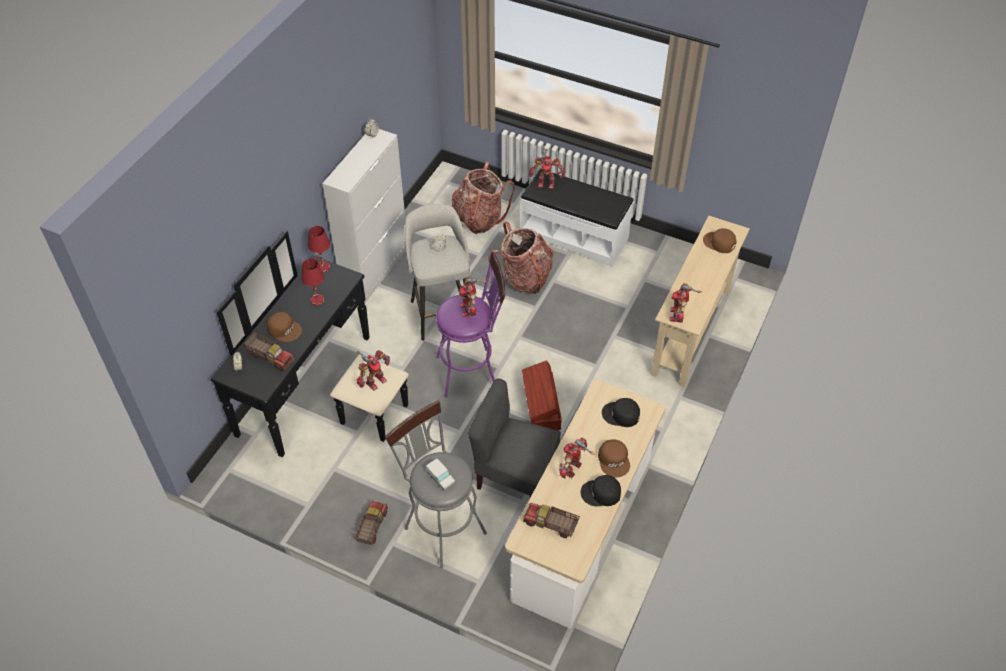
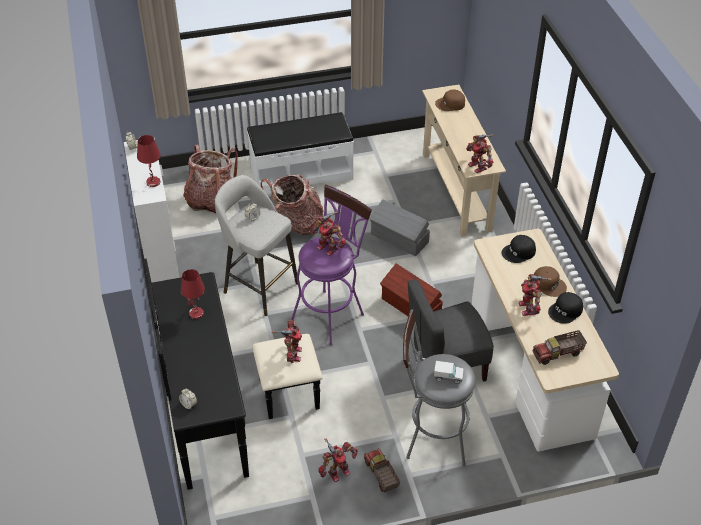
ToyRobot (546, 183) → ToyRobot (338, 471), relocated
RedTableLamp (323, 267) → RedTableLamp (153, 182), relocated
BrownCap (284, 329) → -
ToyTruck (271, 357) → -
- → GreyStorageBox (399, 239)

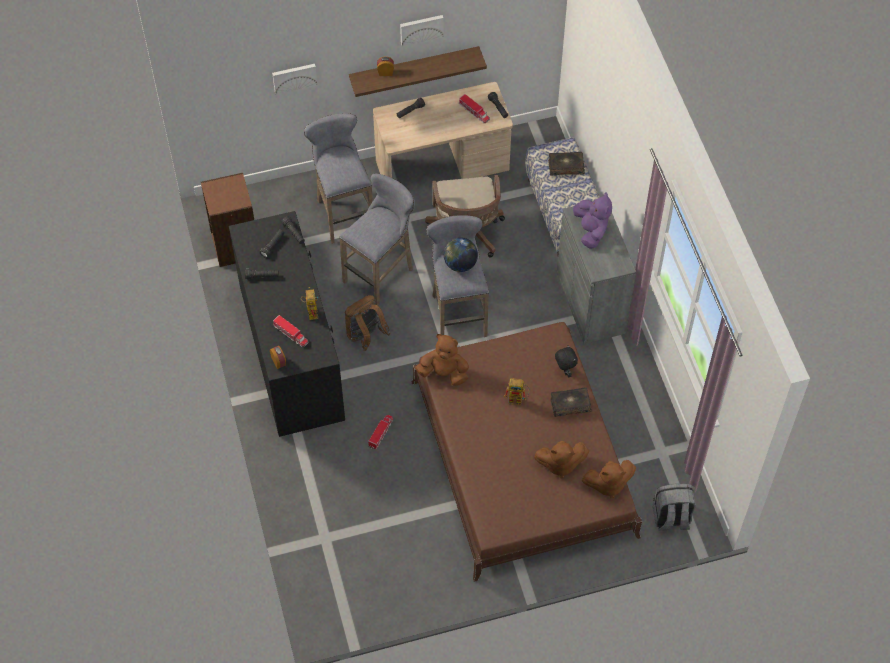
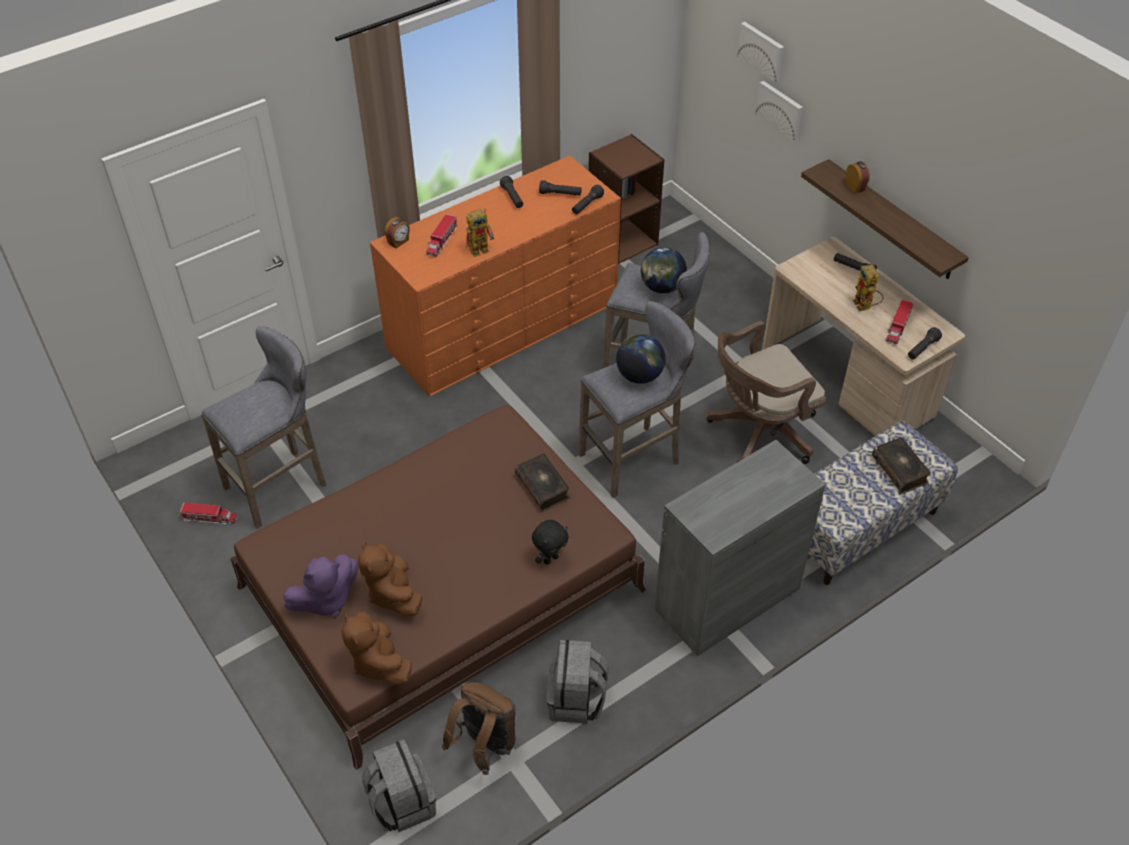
Picture (421, 29) → Picture (762, 51), relocated
GreyStool (343, 213) → GreyStool (280, 485), relocated
PurplePlushToy (591, 231) → PurplePlushToy (325, 600), relocated
BlackDresser (291, 352) → OrangeDresser (503, 325)
BrownBackpack (365, 336) → BrownBackpack (484, 746), relocated
BrownPlushToy (444, 373) → -
ToyRobot (518, 399) → ToyRobot (865, 307), relocated
Book (570, 404) → Book (543, 487), relocated
ToyTruck (381, 433) → ToyTruck (210, 518), relocated
- → Globe (662, 287)
- → GreyBackpack (576, 700)

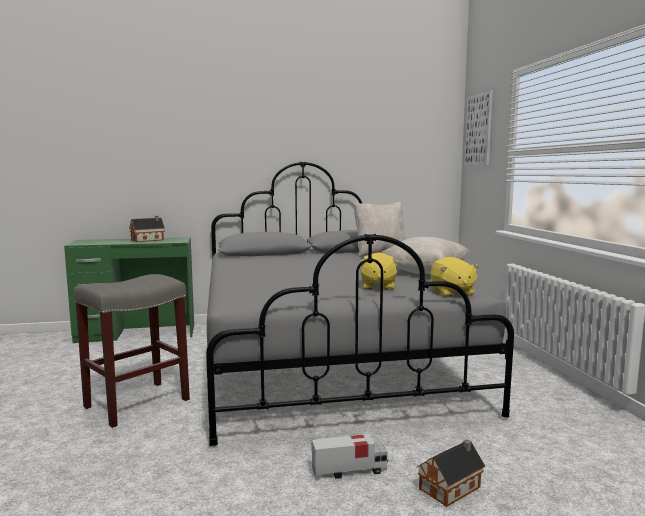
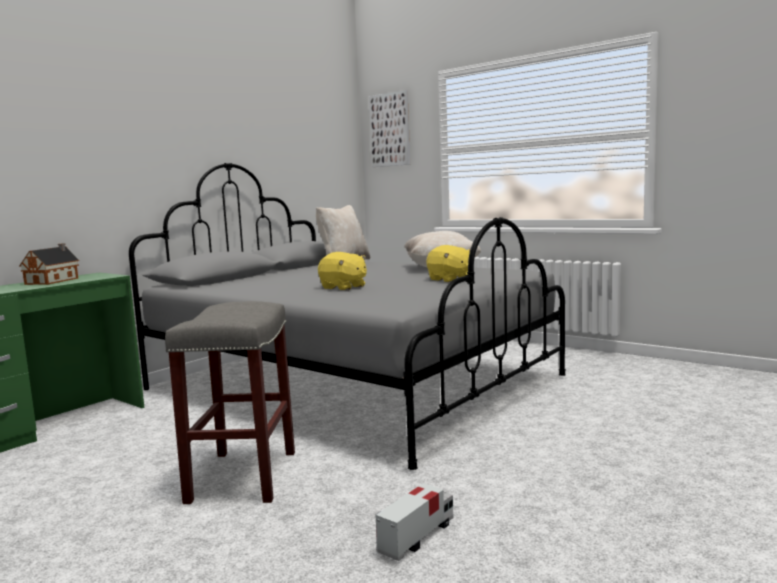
YellowPlushToy (451, 293) → YellowPlushToy (343, 287), relocated
ToyTruck (349, 471) → ToyTruck (417, 537), relocated
ToyHouse (452, 487) → -

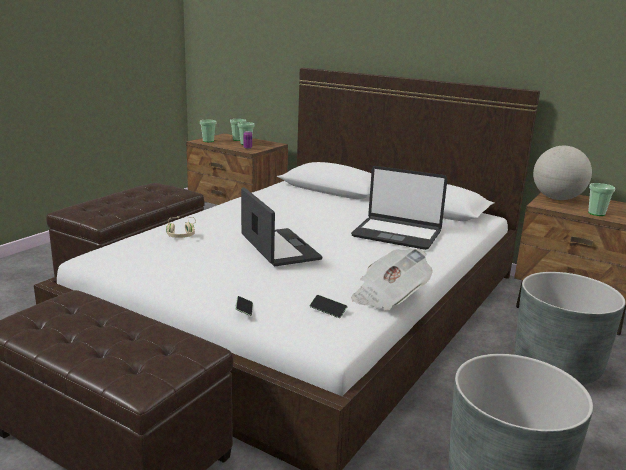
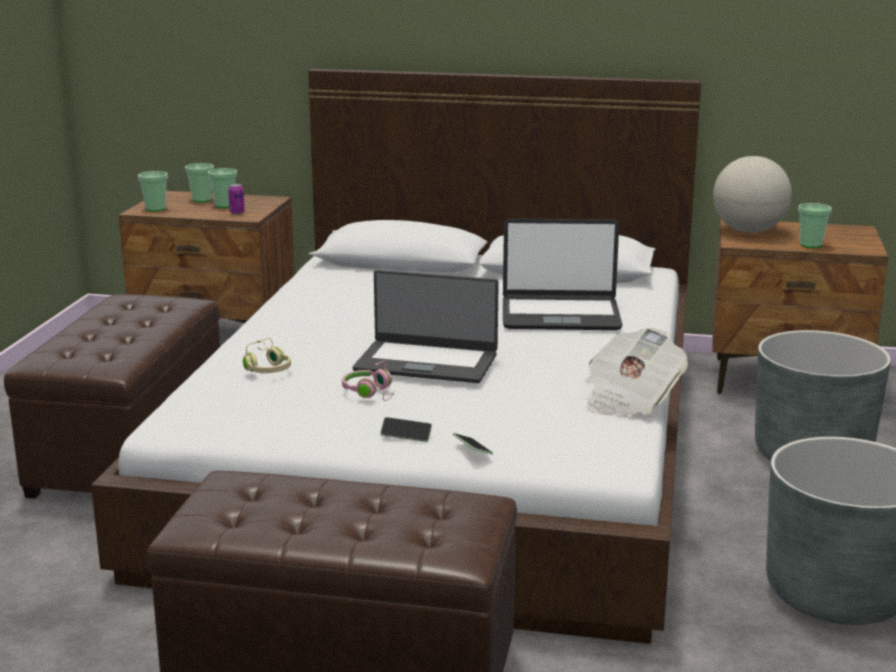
Laptop (278, 248) → Laptop (426, 362), 150 degrees clockwise
Phone (328, 311) → Phone (406, 436), relocated
- → PinkHeadphones (371, 393)

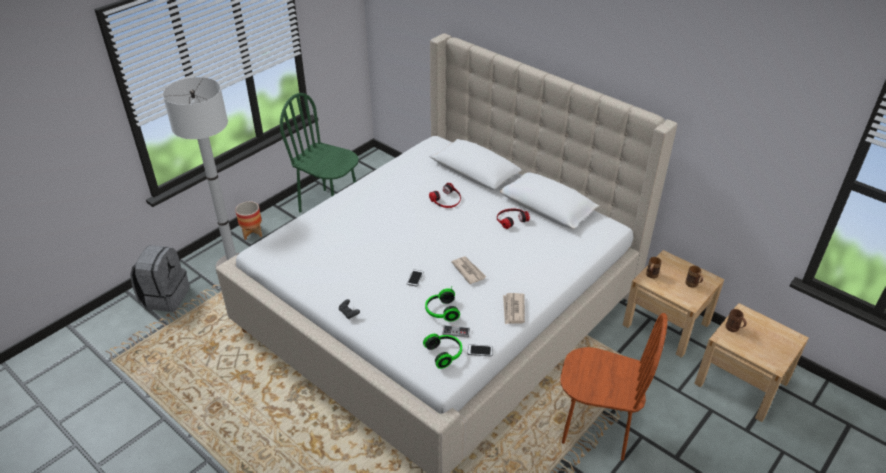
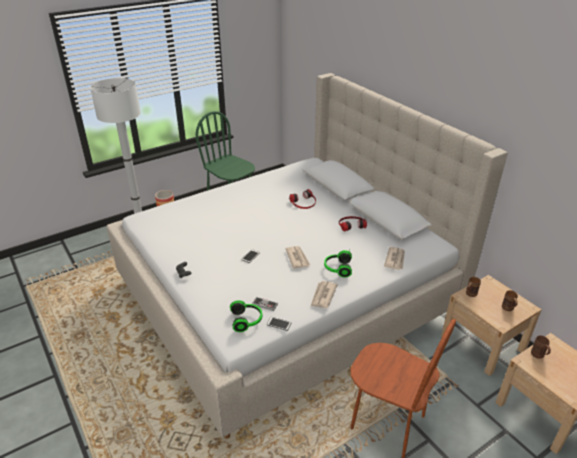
GreyBackpack (165, 297) → -
Headphones (441, 311) → Headphones (337, 268), relocated
- → Newspaper (395, 259)

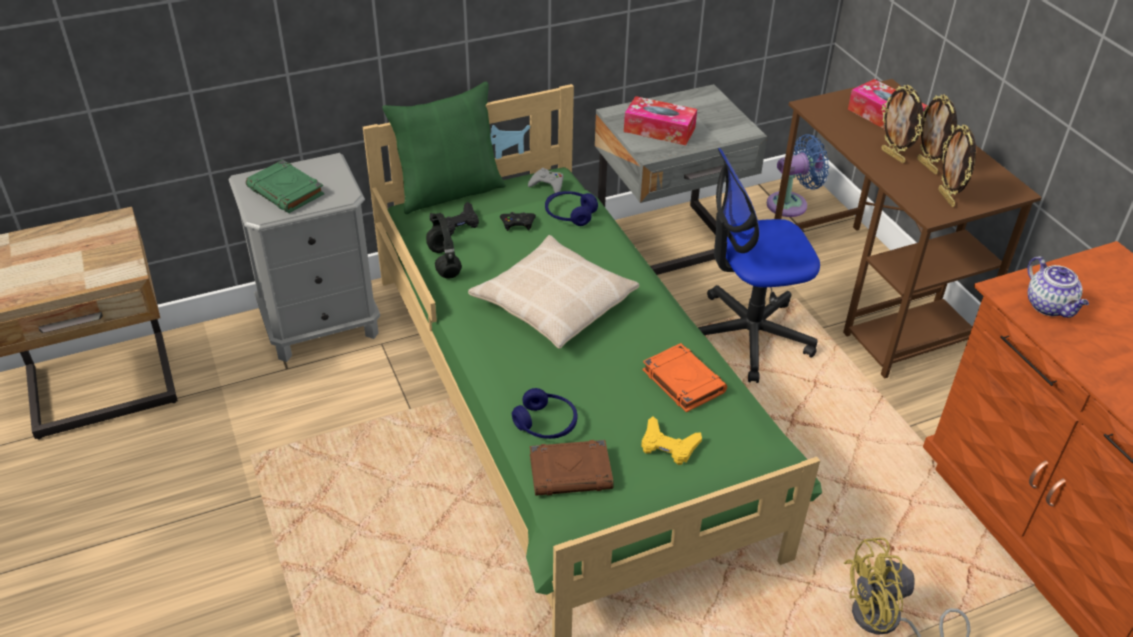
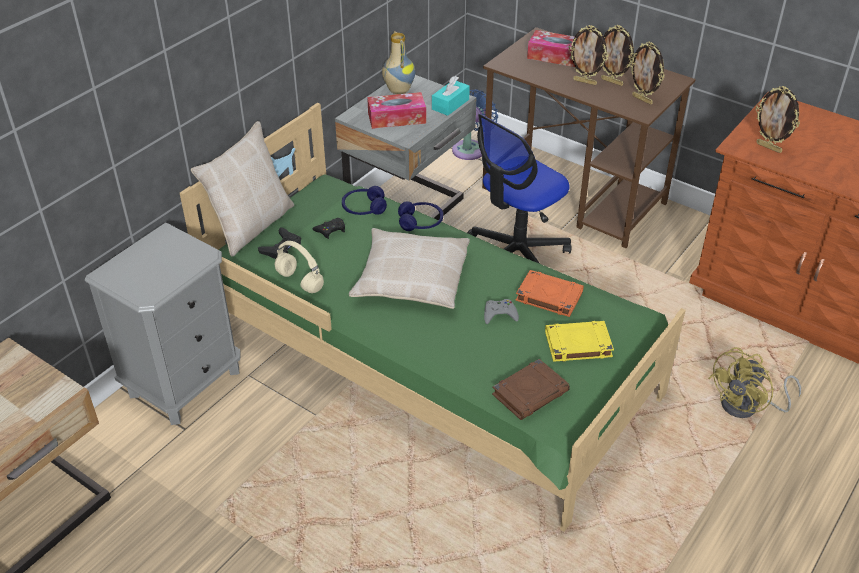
GreenPillow (449, 191) → BeigePillow (251, 225)
GreenBook (286, 191) → -
GreyGameController (547, 184) → GreyGameController (499, 314), relocated
BlackHeadphones (443, 262) → BeigeHeadphones (298, 281)
Teapot (1050, 306) → PictureFrame (769, 147)
BlueHeadphones (546, 423) → BlueHeadphones (420, 222), relocated
YellowGameController (668, 445) → YellowBook (577, 344)
- → Vase (398, 90)
- → TurquoiseTissueBox (450, 104)

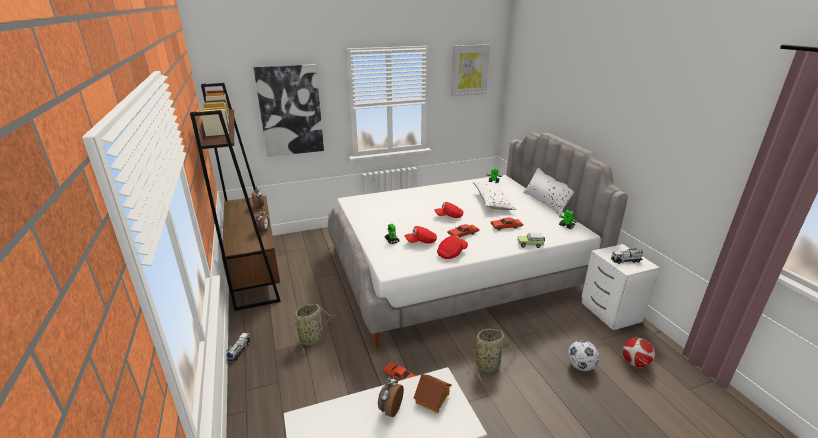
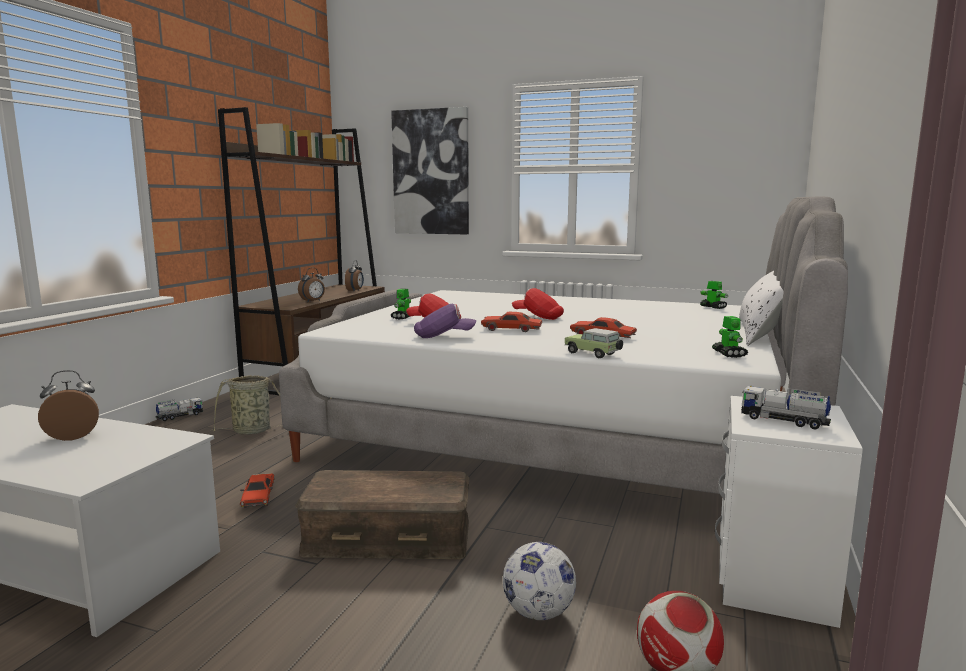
Picture (469, 70) → -
WhitePillow (492, 201) → -
RedCap (452, 253) → PurpleCap (444, 337)
Basket (489, 365) → BrownStorageBox (388, 536)
ToyHouse (433, 398) → -

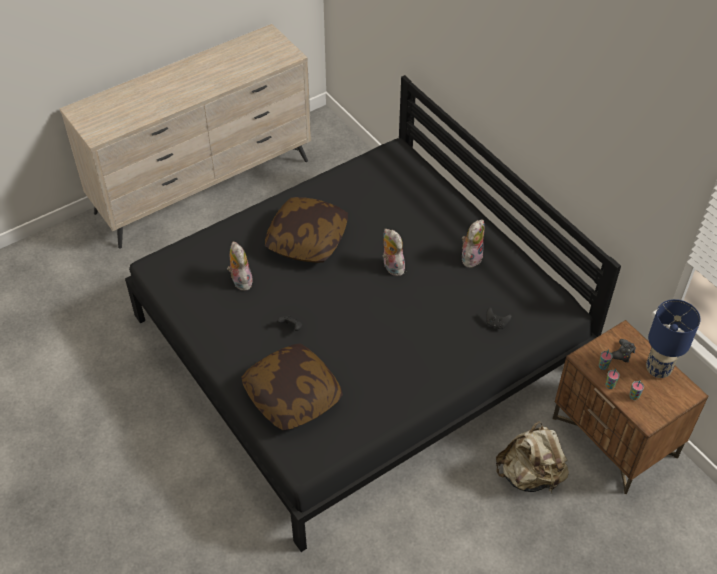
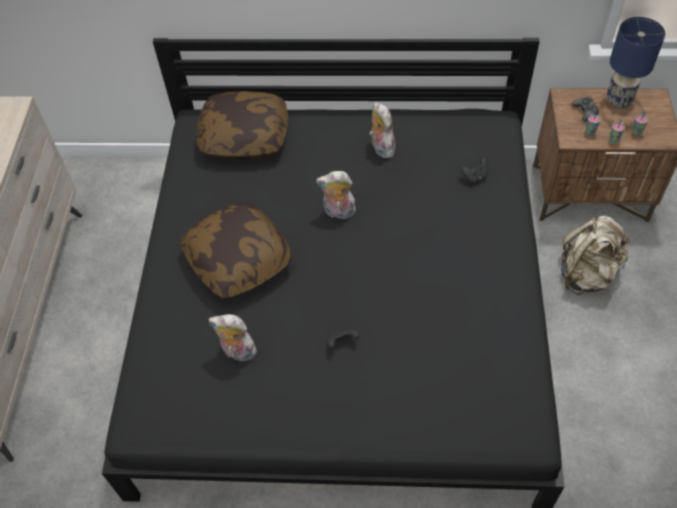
Pillow (292, 396) → Pillow (244, 136), relocated

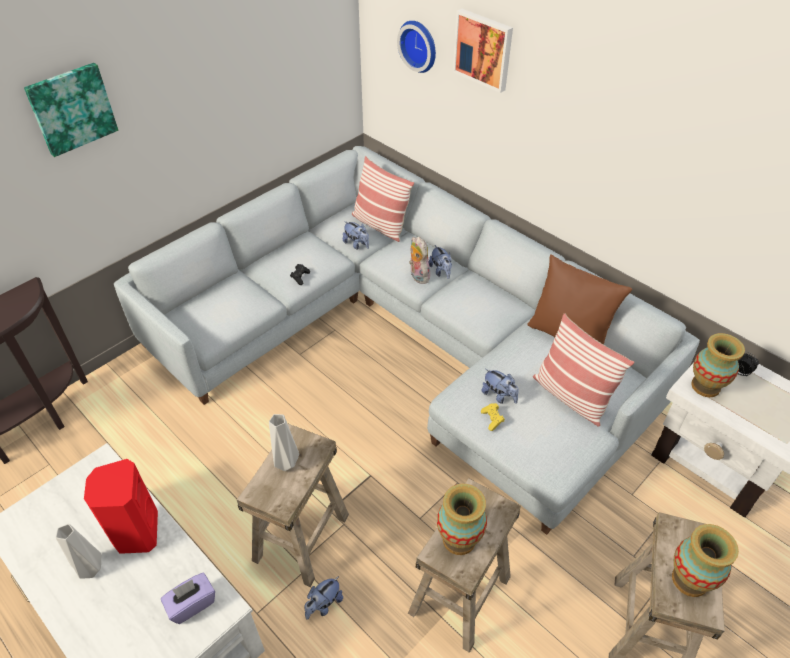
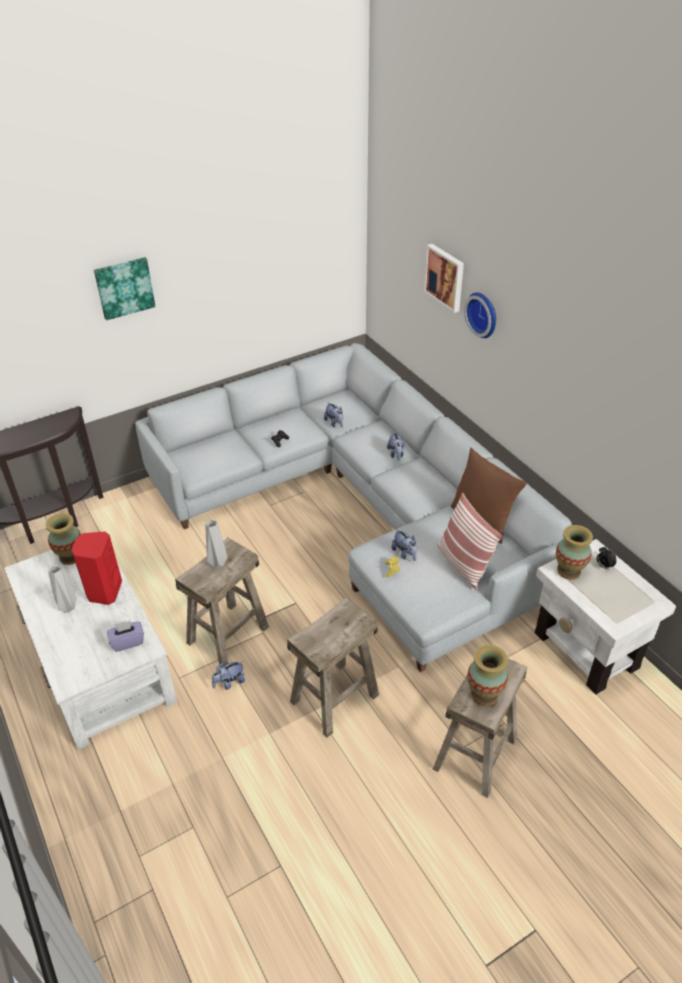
WallClock (419, 45) → WallClock (483, 314), relocated
Pillow (380, 225) → -
PlushToy (418, 276) → -
Vase (459, 539) → Vase (70, 556), relocated

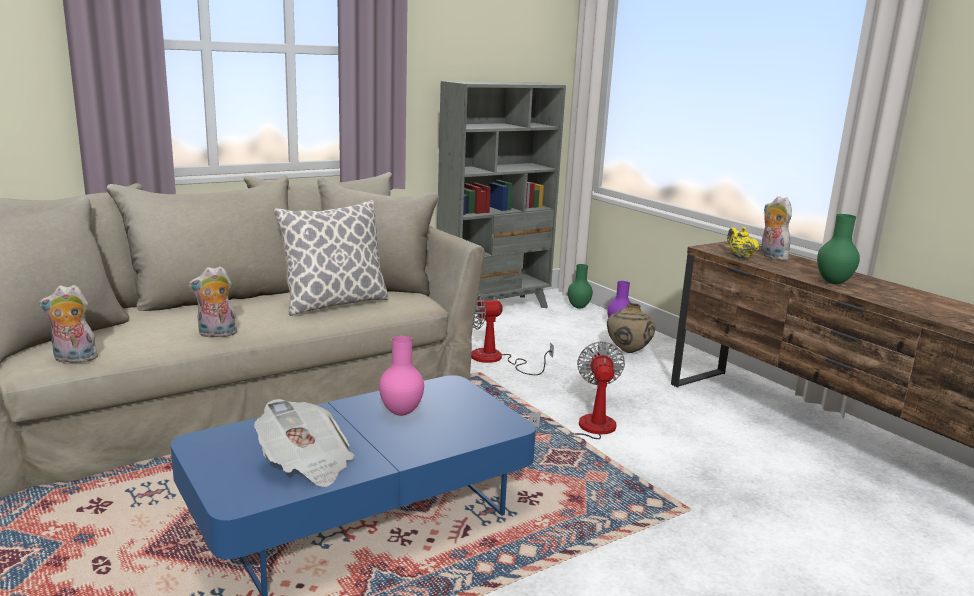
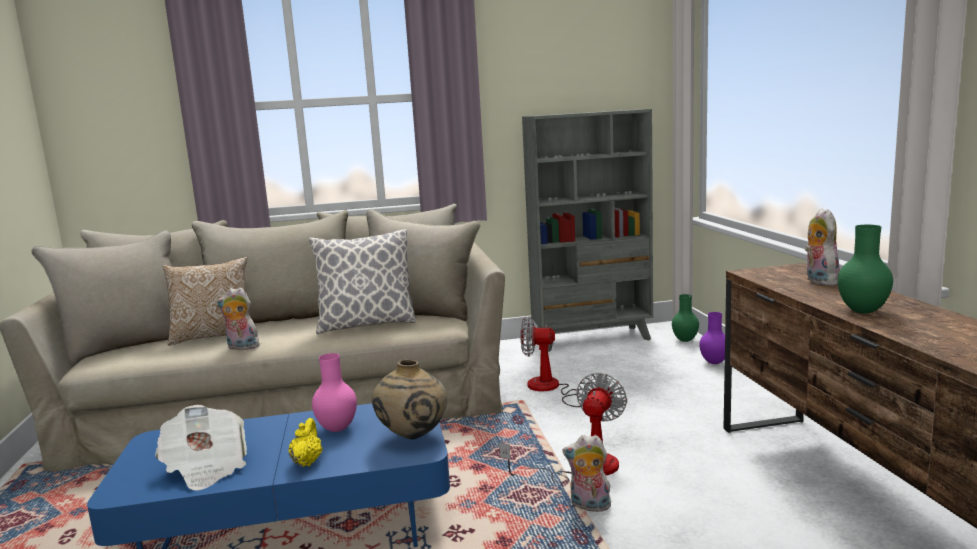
YellowTeapot (739, 256) → YellowTeapot (307, 461), relocated
PlushToy (73, 359) → PlushToy (589, 506), relocated
BeigeVase (627, 352) → BeigeVase (413, 437), relocated
- → Pillow (214, 336)

